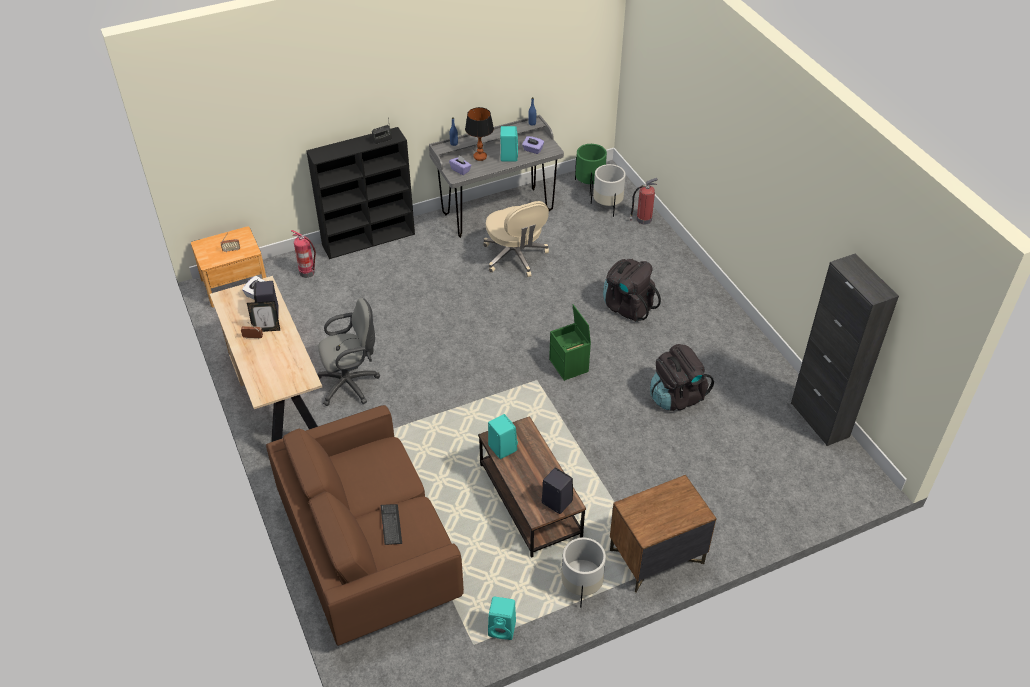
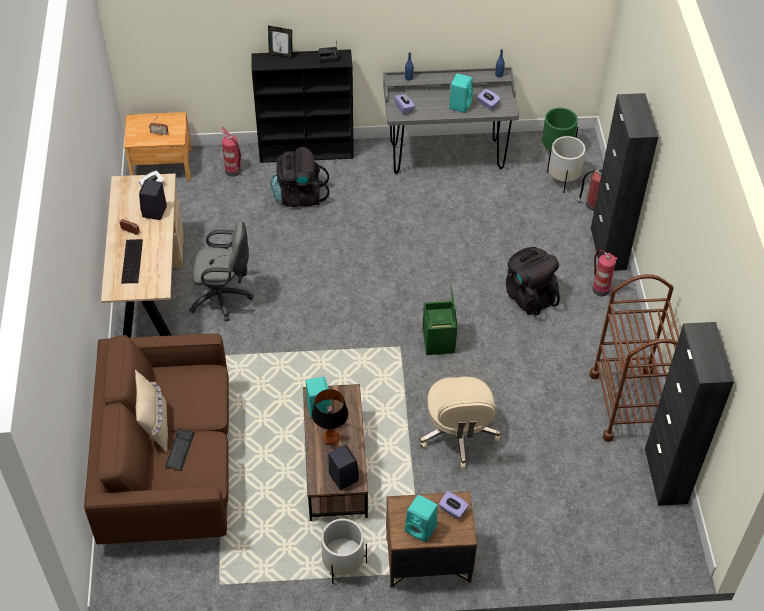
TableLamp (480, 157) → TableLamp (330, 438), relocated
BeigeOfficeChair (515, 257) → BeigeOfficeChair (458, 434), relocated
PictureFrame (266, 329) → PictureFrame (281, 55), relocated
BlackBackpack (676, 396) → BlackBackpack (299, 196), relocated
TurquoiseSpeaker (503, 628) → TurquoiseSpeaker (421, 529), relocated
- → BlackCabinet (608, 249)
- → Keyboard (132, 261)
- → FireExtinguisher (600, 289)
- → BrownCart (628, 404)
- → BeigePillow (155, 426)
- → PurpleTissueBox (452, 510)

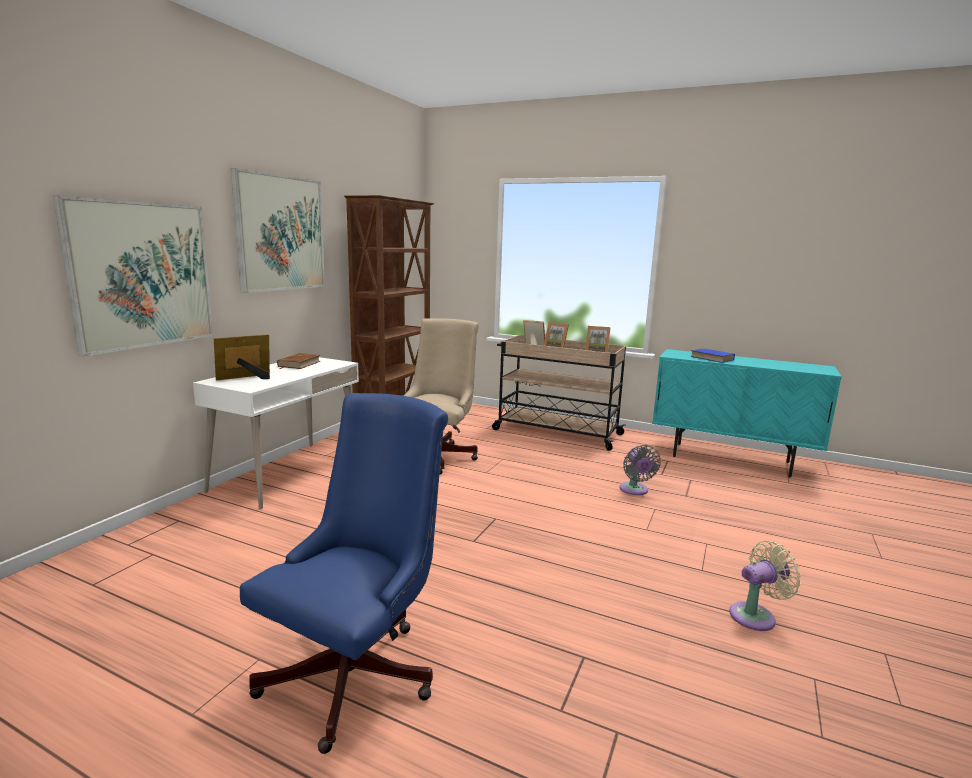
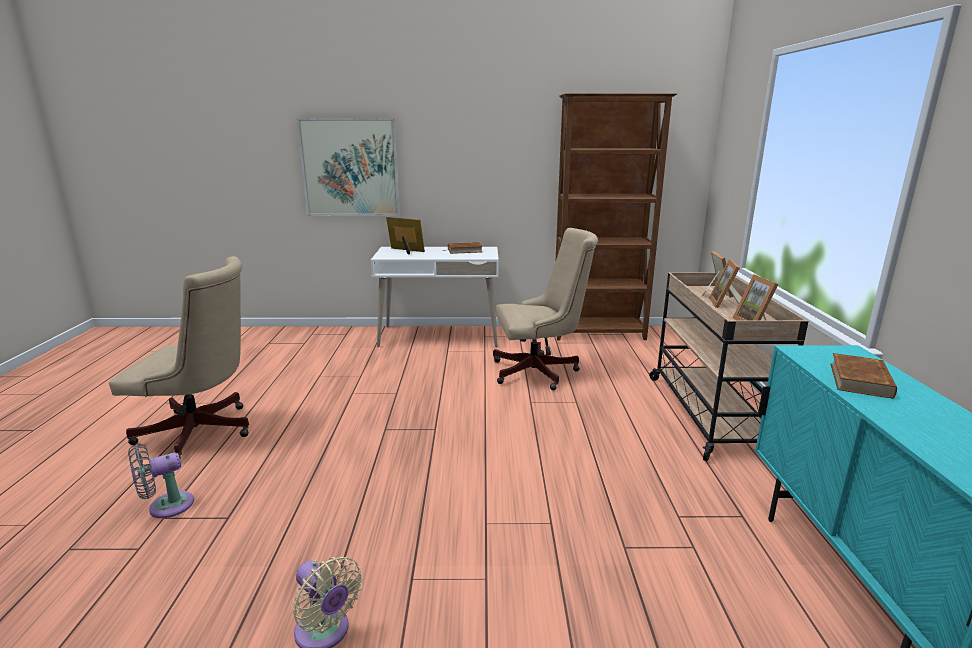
Picture (280, 233) → -
BlueBook (711, 358) → BrownBook (860, 380)
BlueOfficeChair (358, 670) → BeigeOfficeChair (203, 433)
GreyFan (635, 490) → GreyFan (166, 507), relocated

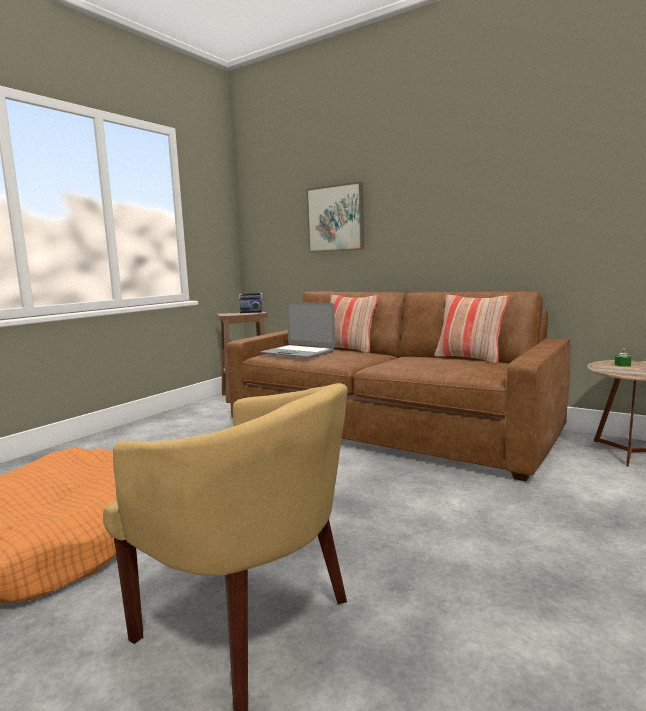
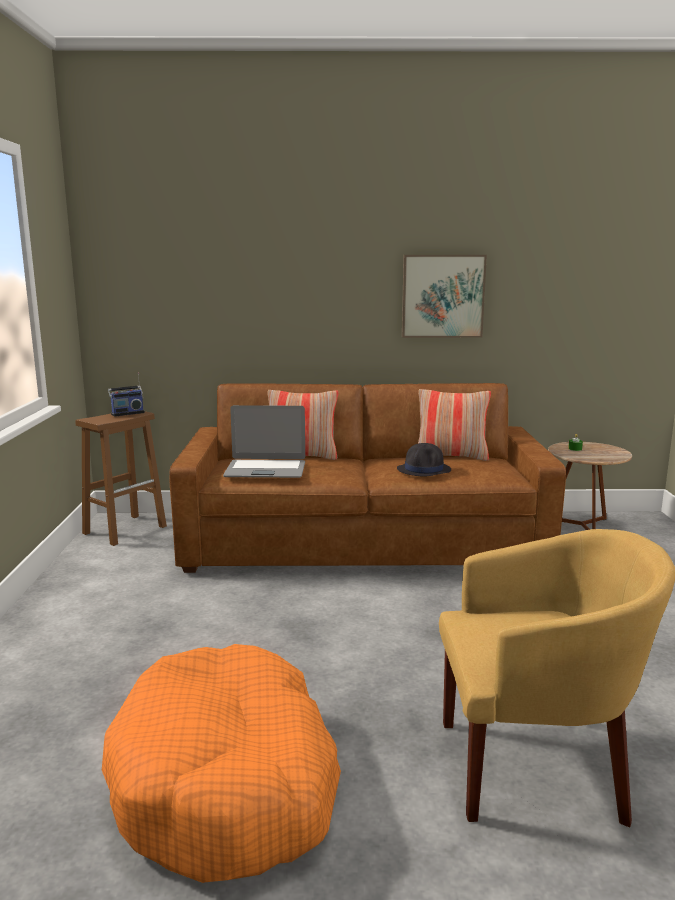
Picture (336, 218) → Picture (443, 296), relocated
- → BlackHat (424, 470)

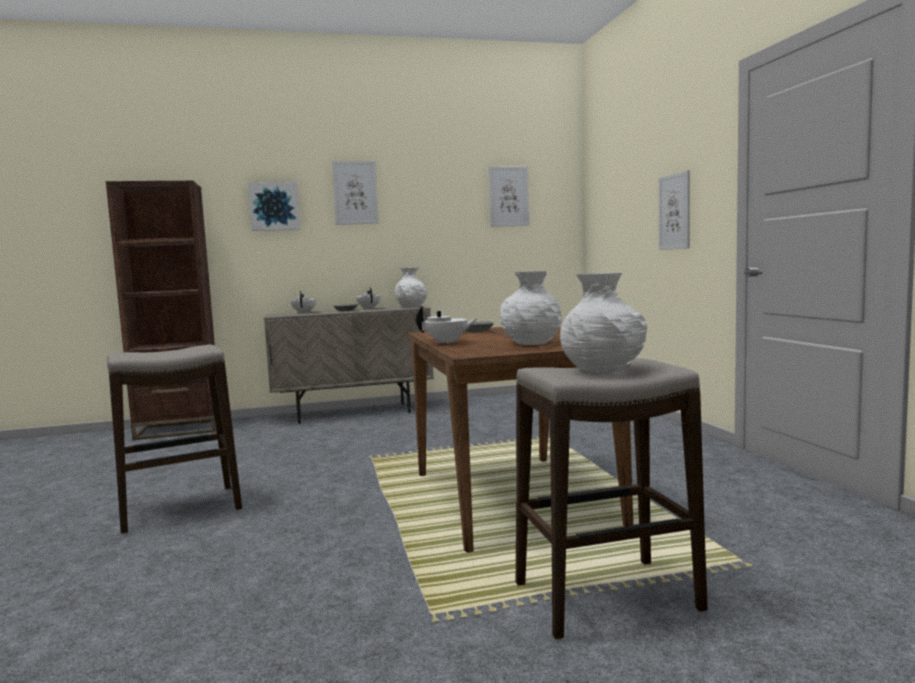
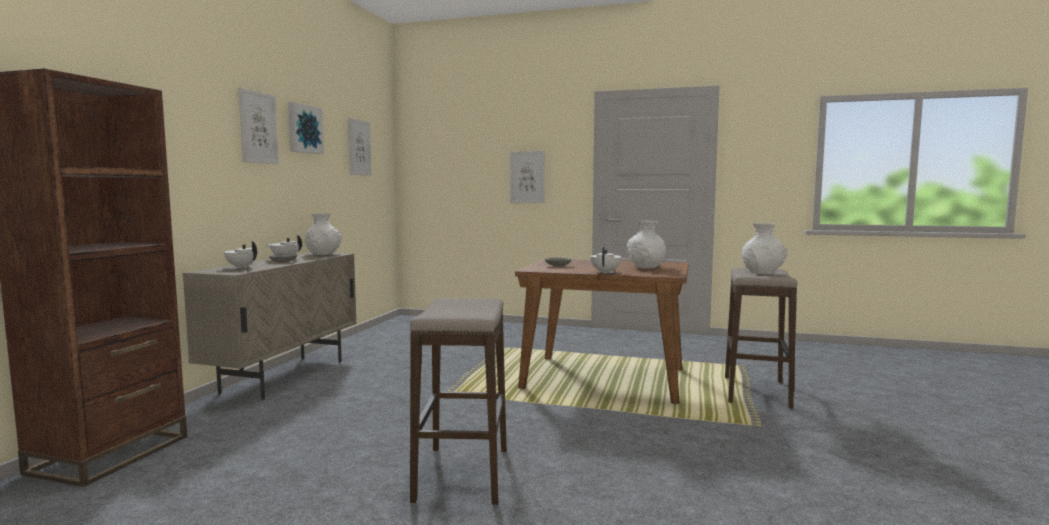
Picture (274, 206) → Picture (304, 129), relocated

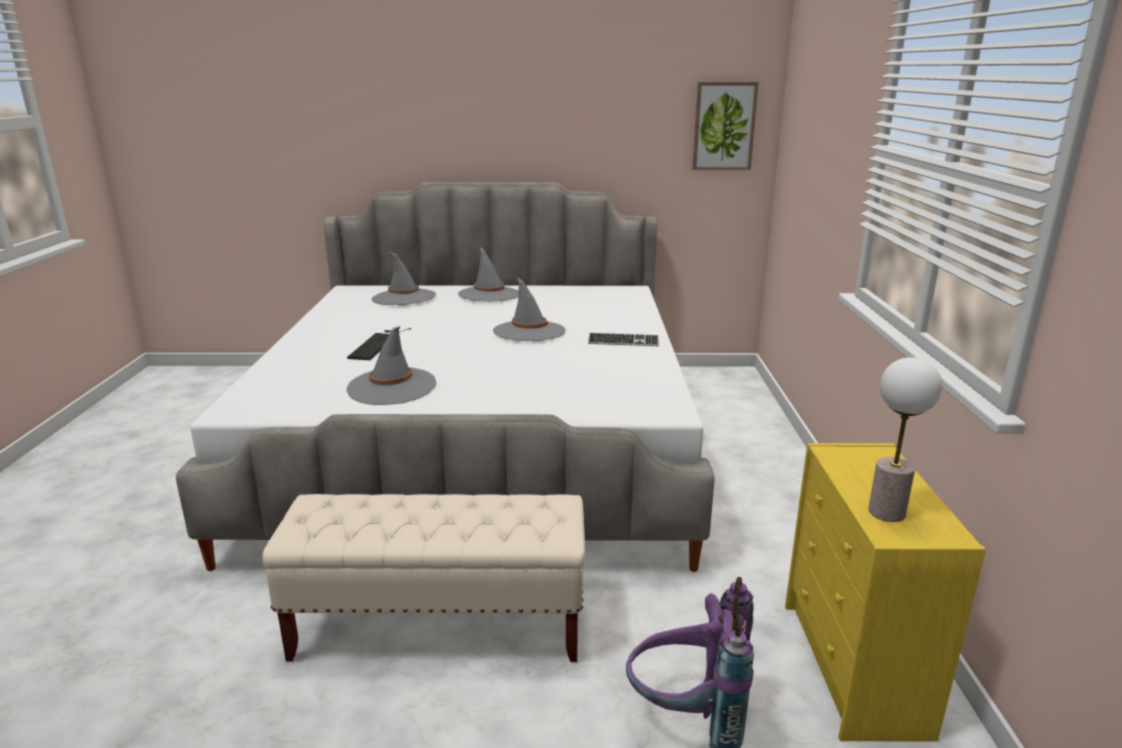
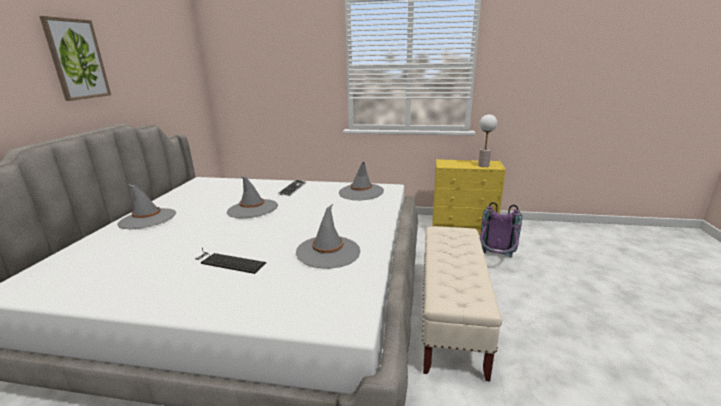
Picture (724, 126) → Picture (76, 59), relocated
GreyHat (403, 298) → GreyHat (361, 192), relocated

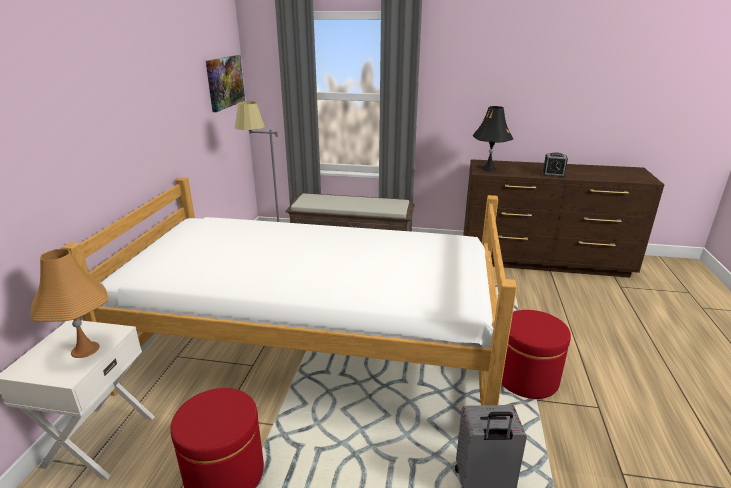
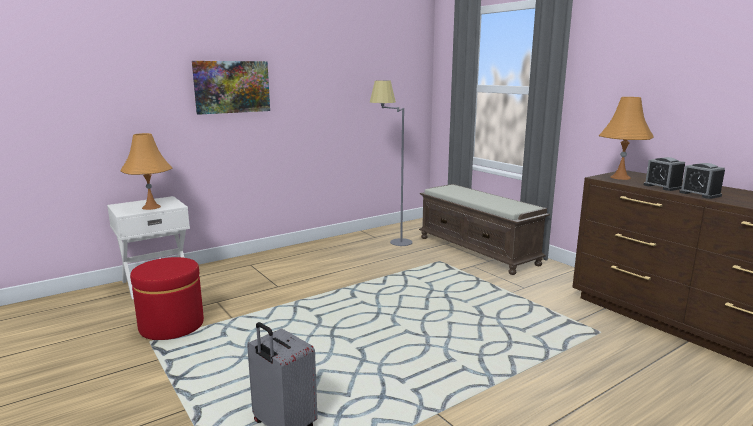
Picture (225, 82) → Picture (232, 87), relocated
BlackTableLamp (489, 169) → OrangeTableLamp (620, 177)
Bed (313, 353) → -
RedOttoman (526, 378) → -
- → AlarmClock (662, 186)

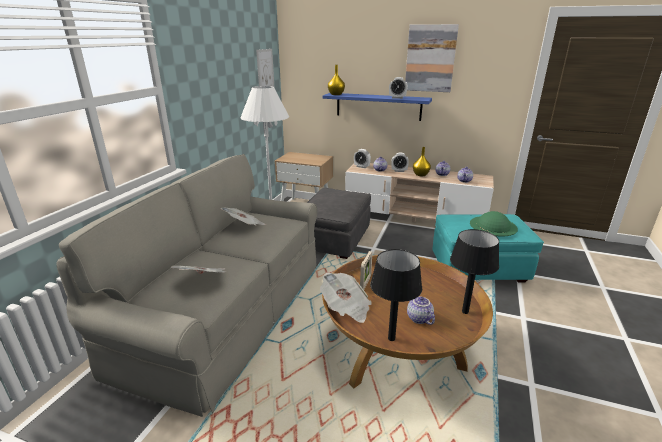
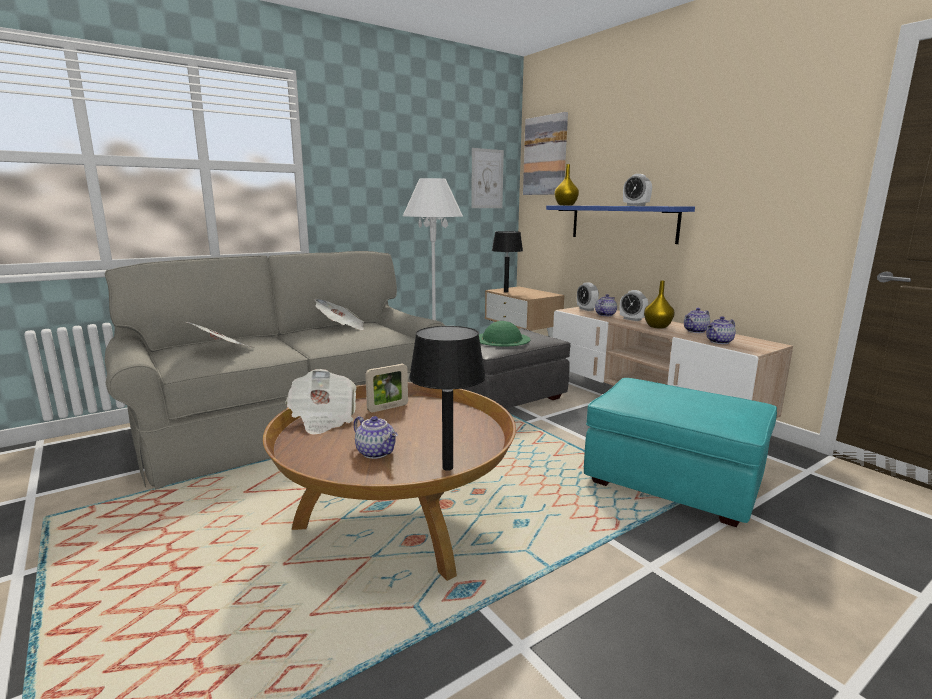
Picture (430, 58) → Picture (545, 156), relocated
GreenHat (493, 226) → GreenHat (502, 339), relocated
BlackTableLamp (391, 339) → BlackTableLamp (506, 291), relocated
Teapot (418, 318) → Teapot (377, 452), 120 degrees clockwise

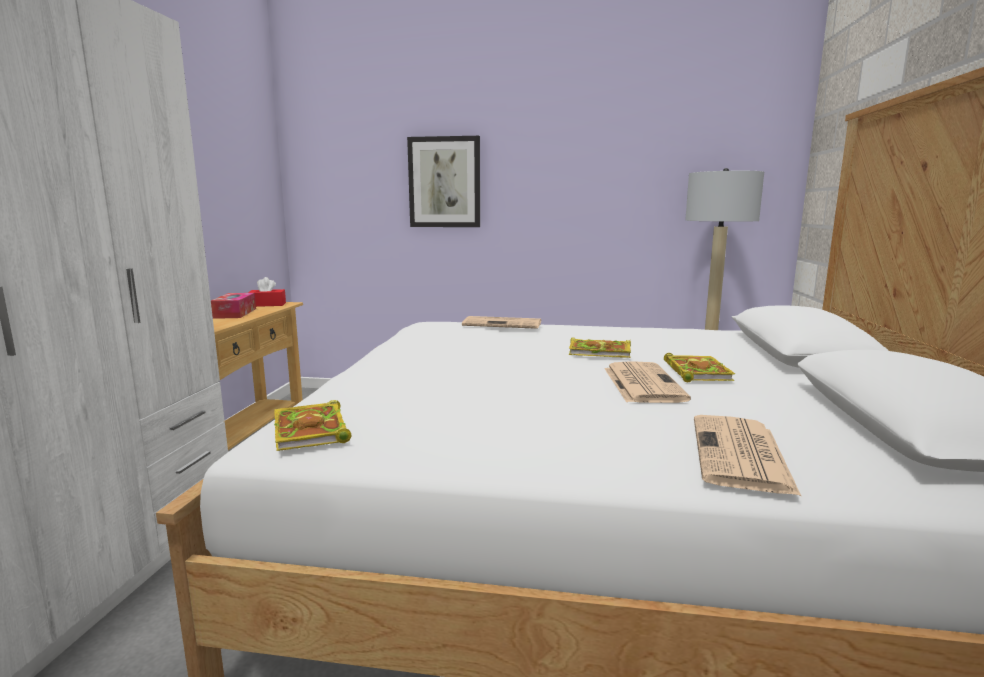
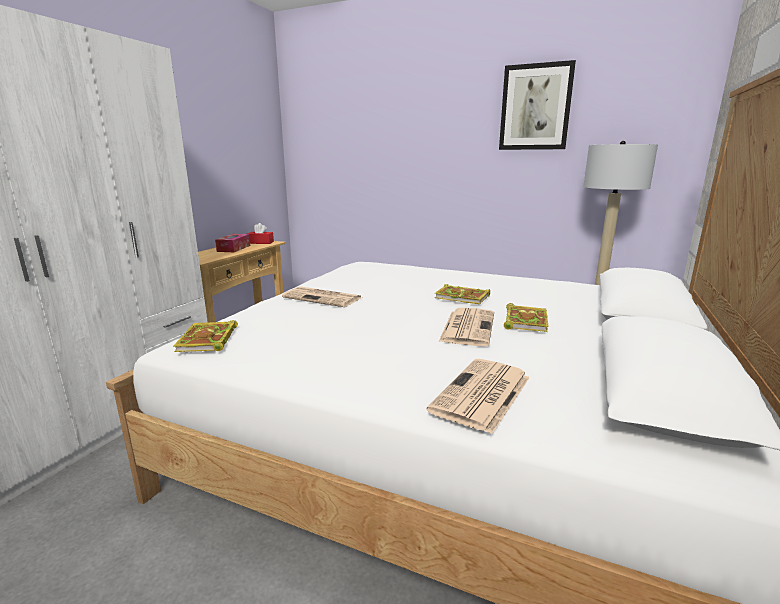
Picture (444, 182) → Picture (535, 107), relocated
Newspaper (503, 324) → Newspaper (323, 298), relocated

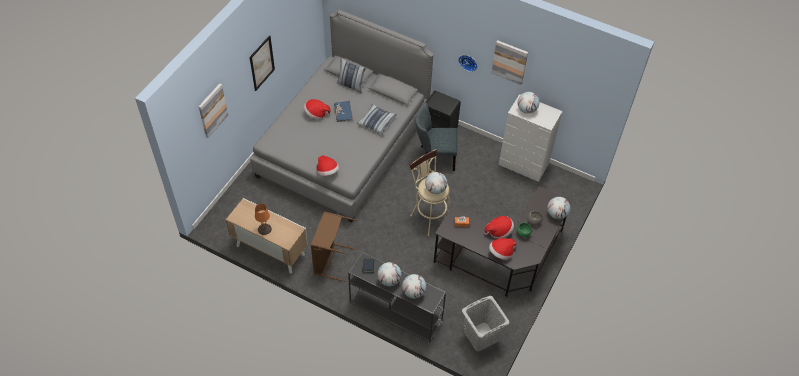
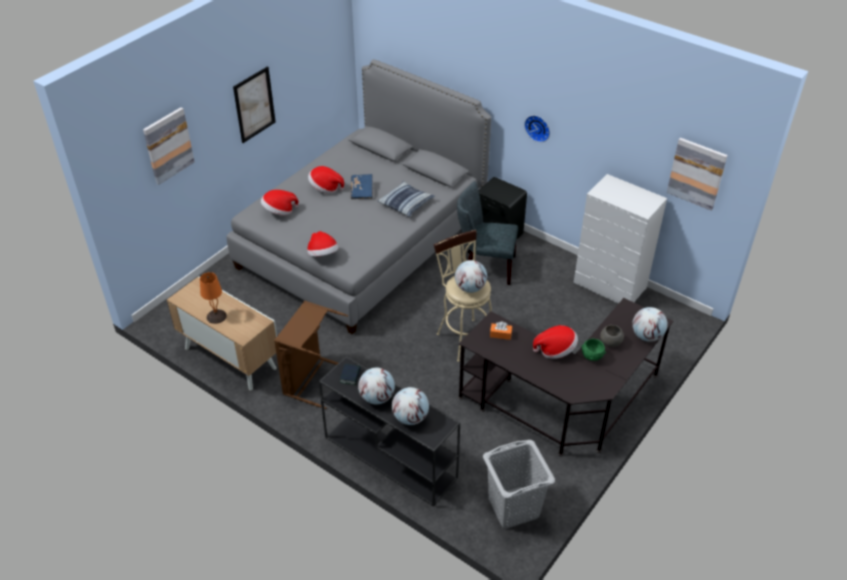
Picture (509, 62) → Picture (696, 173), relocated
Pillow (351, 85) → -
Globe (526, 109) → -
Hat (501, 253) → Hat (279, 211), relocated

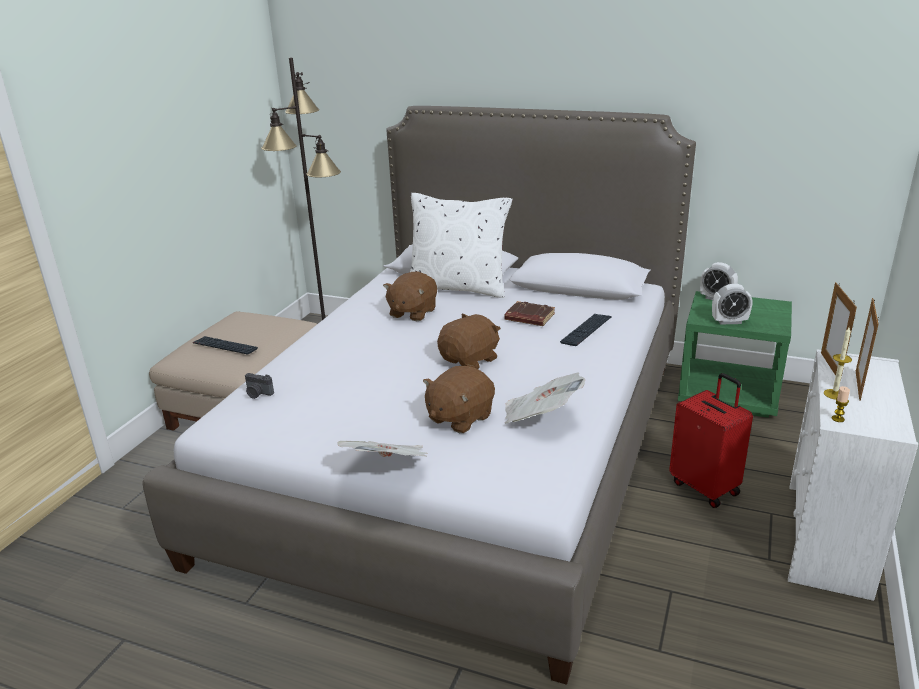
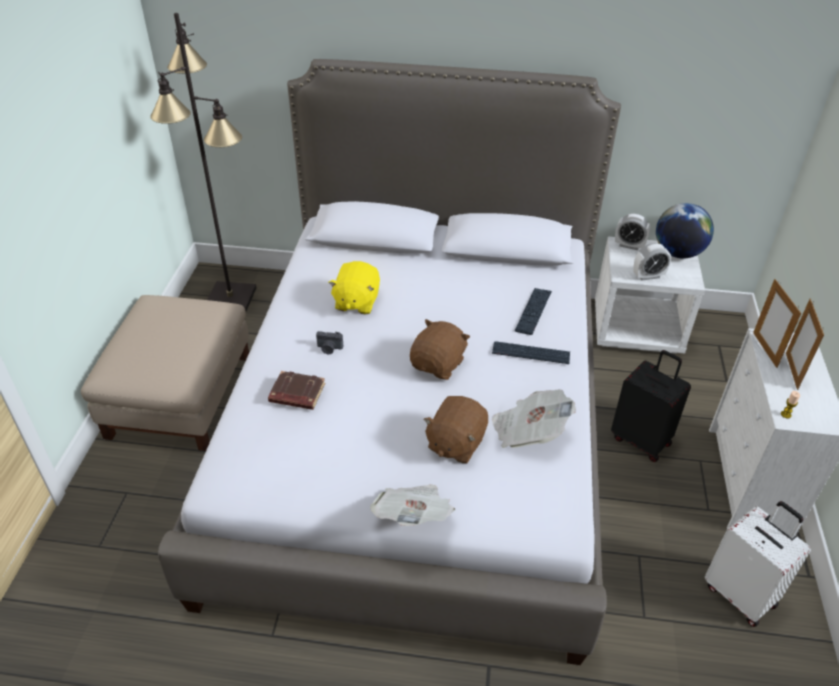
WhitePillow (458, 287) → -
BrownPlushToy (412, 312) → YellowPlushToy (356, 302)
GreenNightstand (729, 393) → WhiteNightstand (637, 329)
BrownBook (529, 318) → BrownBook (296, 394), relocated
Candle (834, 394) → -
Keyboard (225, 346) → Keyboard (530, 354), relocated
PhotoCamera (258, 394) → PhotoCamera (329, 349), relocated
RedSuitcase (705, 487) → BlackSuitcase (641, 440)
- → Globe (678, 253)
- → WhiteSuitcase (740, 594)

